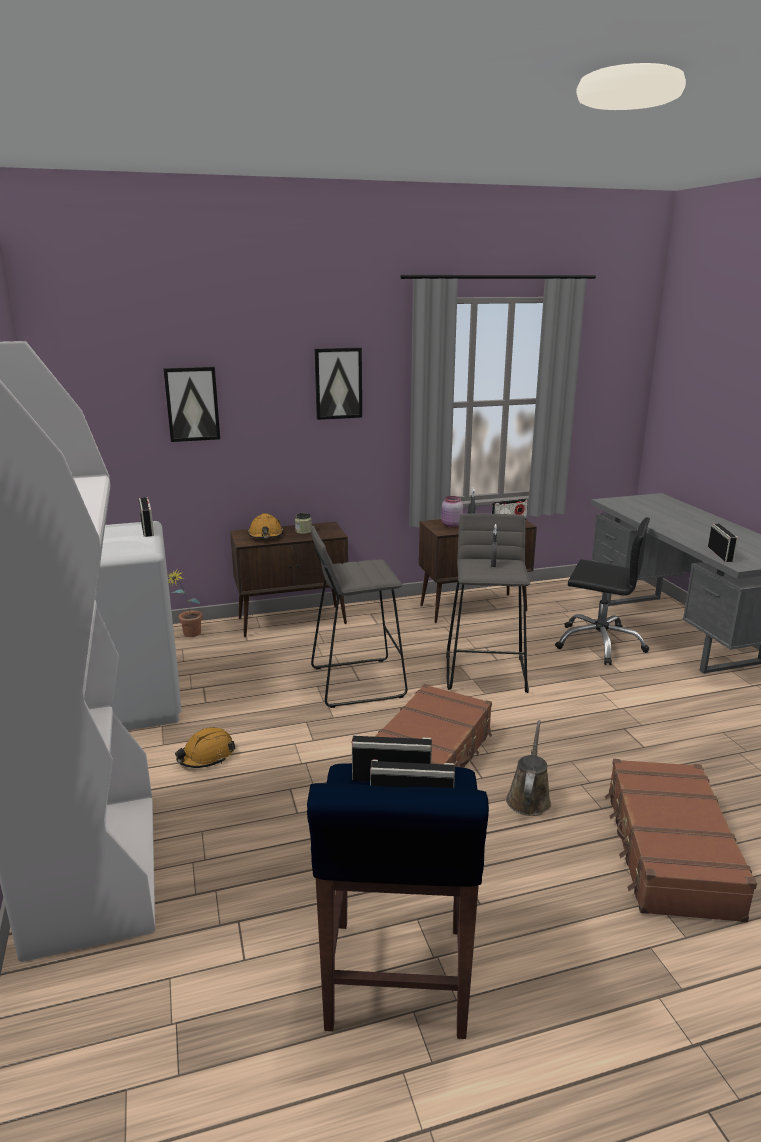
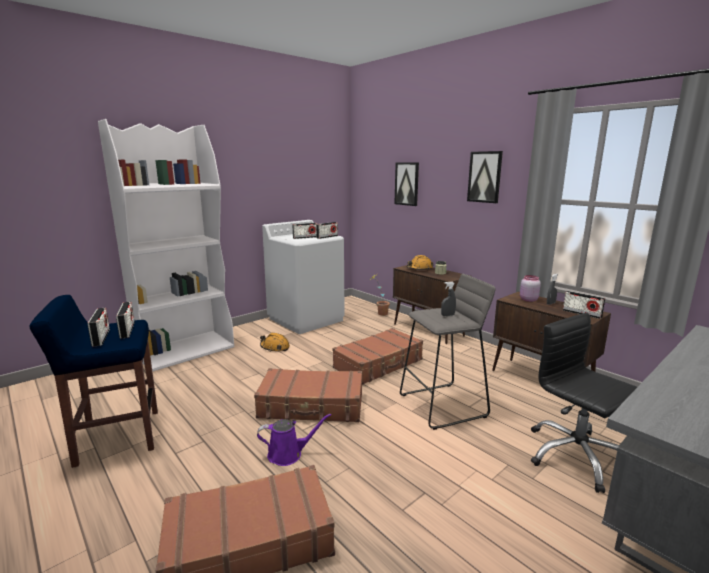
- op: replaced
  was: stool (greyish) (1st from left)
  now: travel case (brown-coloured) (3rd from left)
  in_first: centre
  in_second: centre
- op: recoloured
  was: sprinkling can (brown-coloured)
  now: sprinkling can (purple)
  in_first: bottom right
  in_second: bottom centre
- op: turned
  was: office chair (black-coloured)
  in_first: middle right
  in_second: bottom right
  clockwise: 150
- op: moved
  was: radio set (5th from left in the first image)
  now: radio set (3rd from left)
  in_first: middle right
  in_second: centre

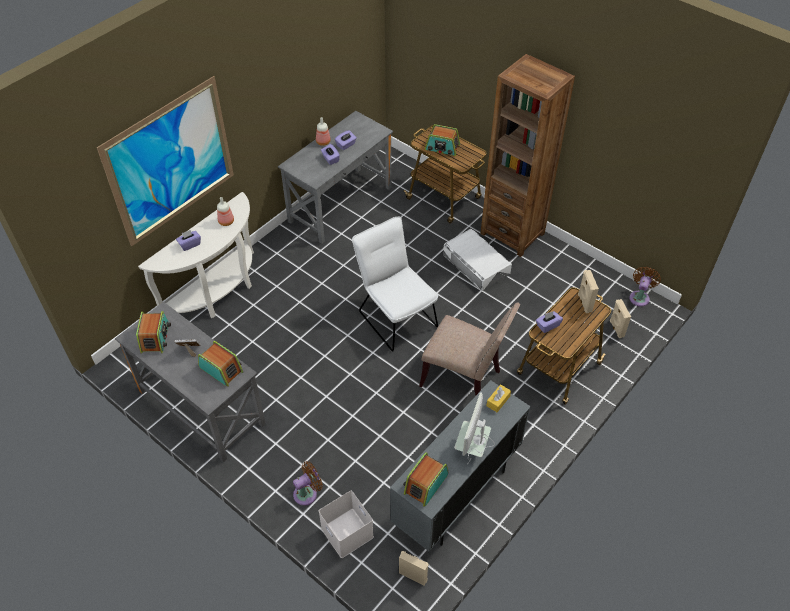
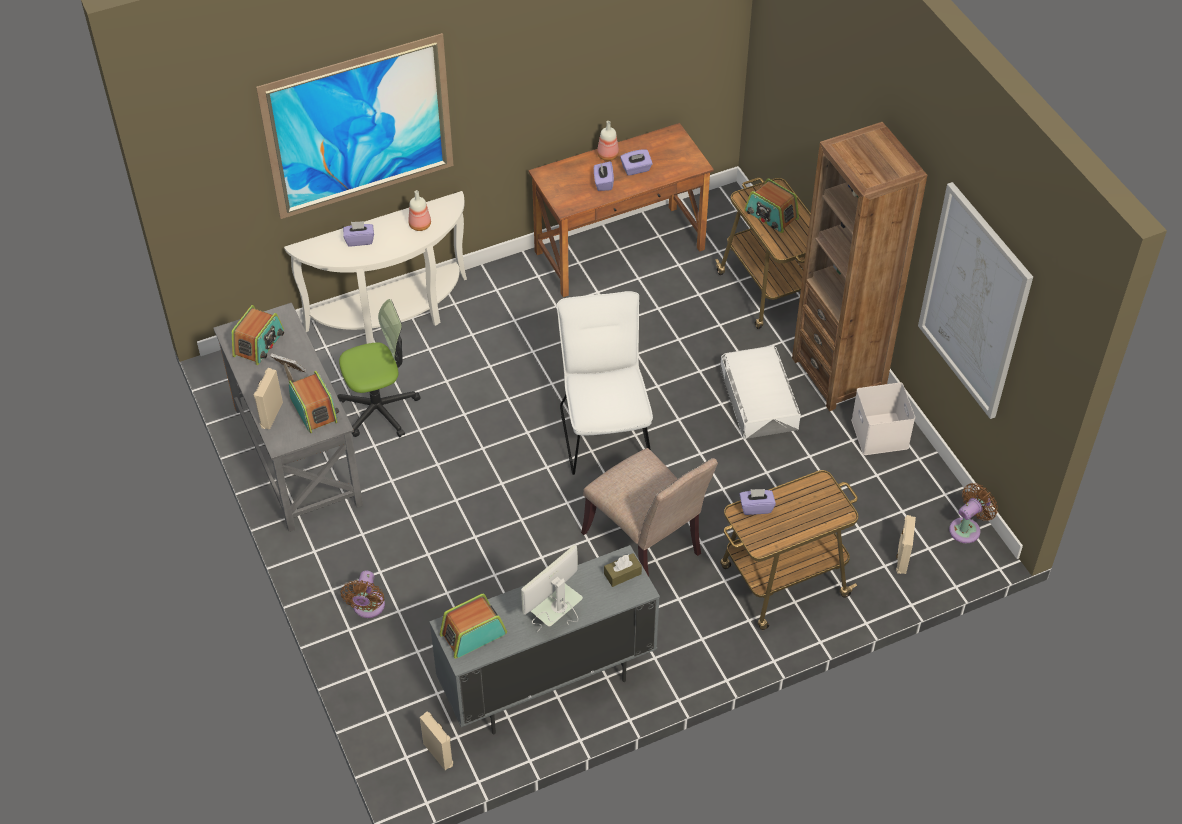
- op: recoloured
  was: desk (greyish) (2nd from left)
  now: desk (brown-coloured)
  in_first: top centre
  in_second: top centre
- op: turned
  was: fan (brown-coloured) (1st from left)
  in_first: bottom centre
  in_second: bottom left
  clockwise: 105
- op: moved
  was: storage container (white) (1st from left in the first image)
  now: storage container (white) (2nd from left)
  in_first: bottom centre
  in_second: middle right
- op: recoloured
  was: tissue holder (yellow)
  now: tissue holder (brown-coloured)
  in_first: centre
  in_second: bottom centre
- op: moved
  was: audio speaker (beige) (2nd from left in the first image)
  now: audio speaker (beige) (1st from left)
  in_first: middle right
  in_second: middle left
- op: added
  now: office chair
  in_second: middle left
- op: added
  now: picture (2nd from left)
  in_second: middle right

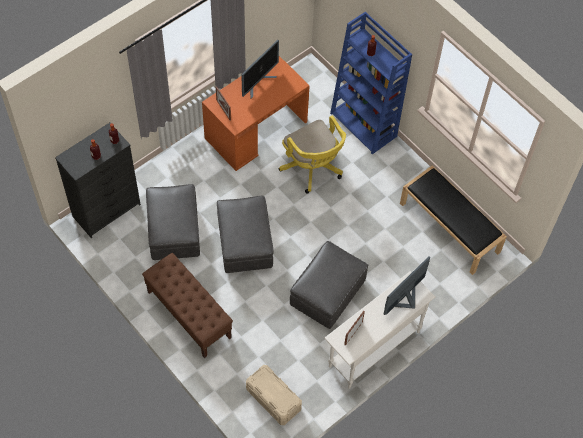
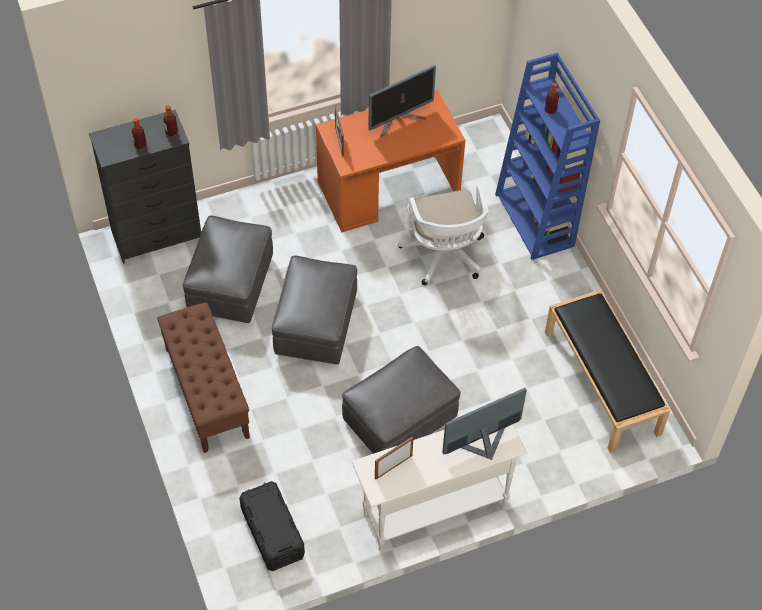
- op: recoloured
  was: storage container (beige)
  now: storage container (black-coloured)
  in_first: bottom centre
  in_second: bottom centre
- op: recoloured
  was: office chair (yellow)
  now: office chair (white)
  in_first: centre
  in_second: centre

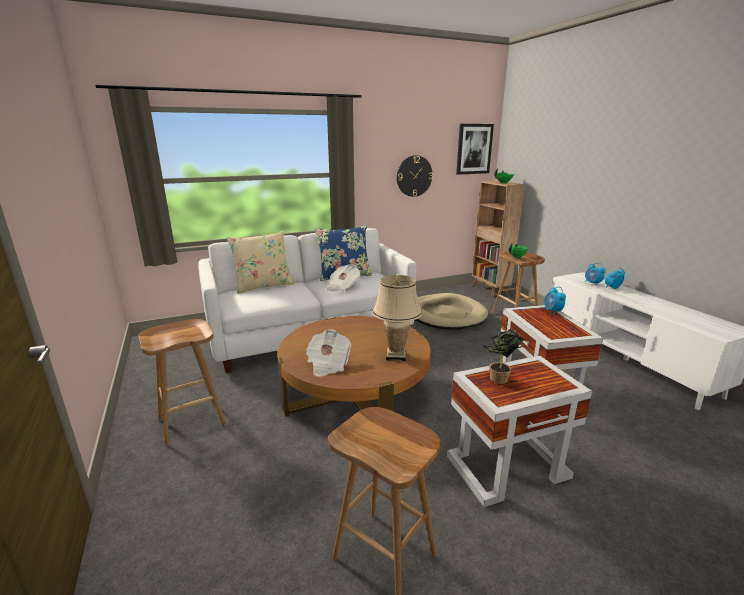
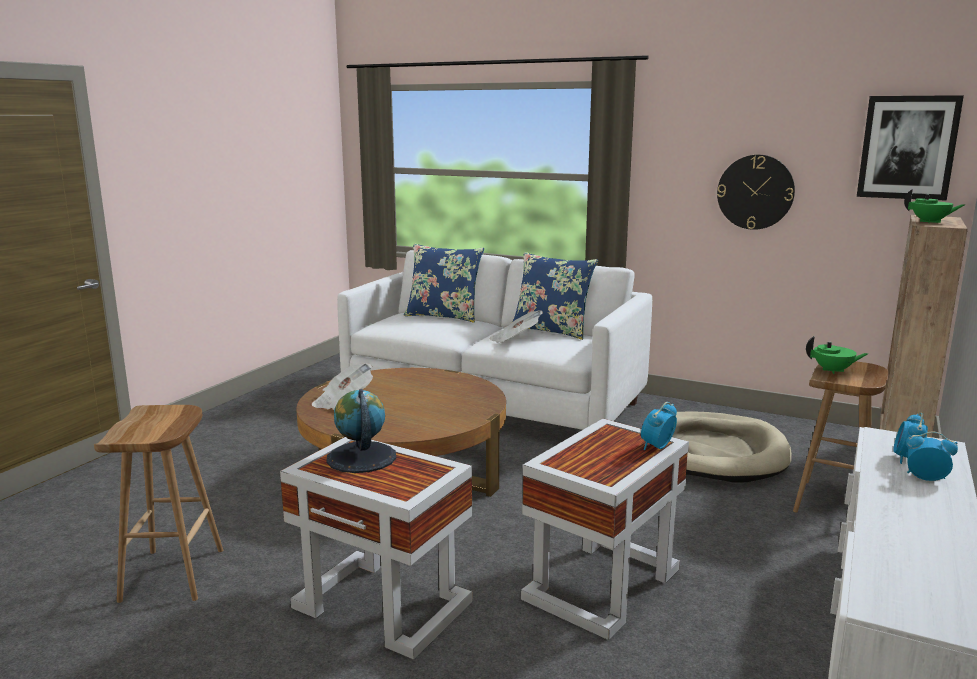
- op: removed
  was: stool (brown-coloured) (1st from left)
  in_first: middle left
- op: recoloured
  was: cushion (beige)
  now: cushion (blue-coloured) (1st from left)
  in_first: centre
  in_second: centre
- op: removed
  was: lamp for a table (beige)
  in_first: centre
- op: replaced
  was: potted plant
  now: world globe
  in_first: middle right
  in_second: centre

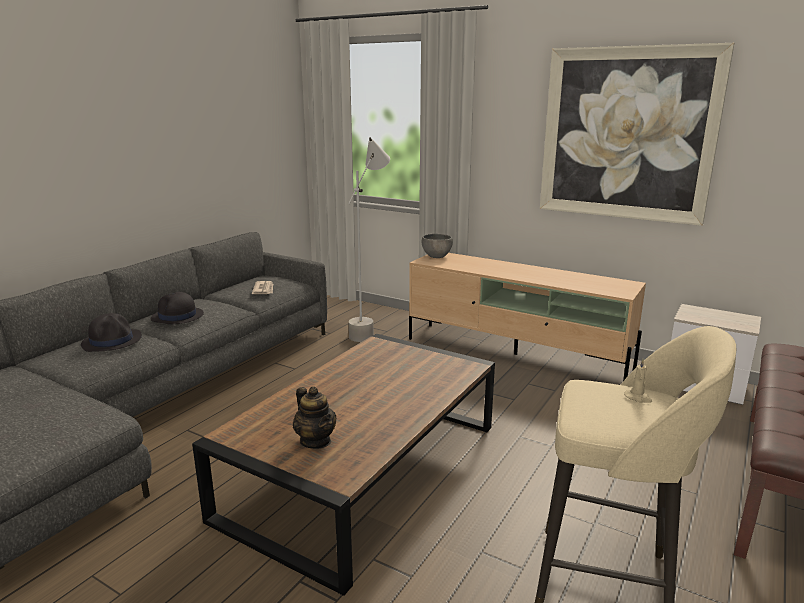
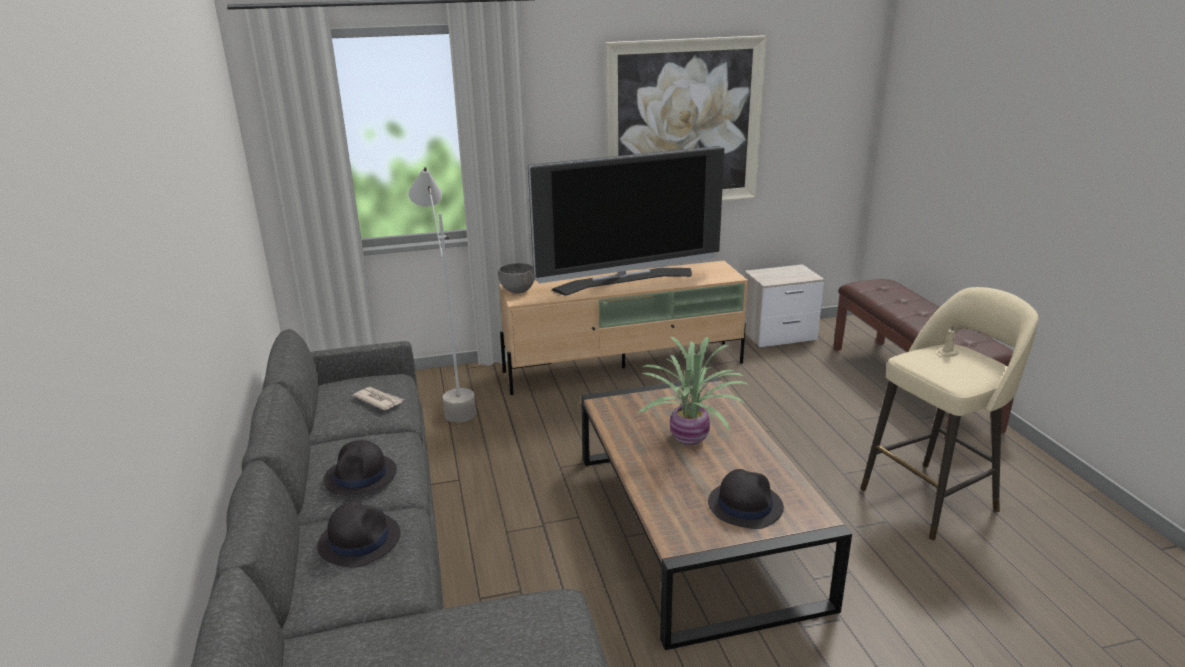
- op: replaced
  was: tea pot
  now: wearable hat (black-coloured) (3rd from left)
  in_first: bottom centre
  in_second: bottom centre
- op: added
  now: TV
  in_second: top centre
- op: added
  now: potted plant
  in_second: centre

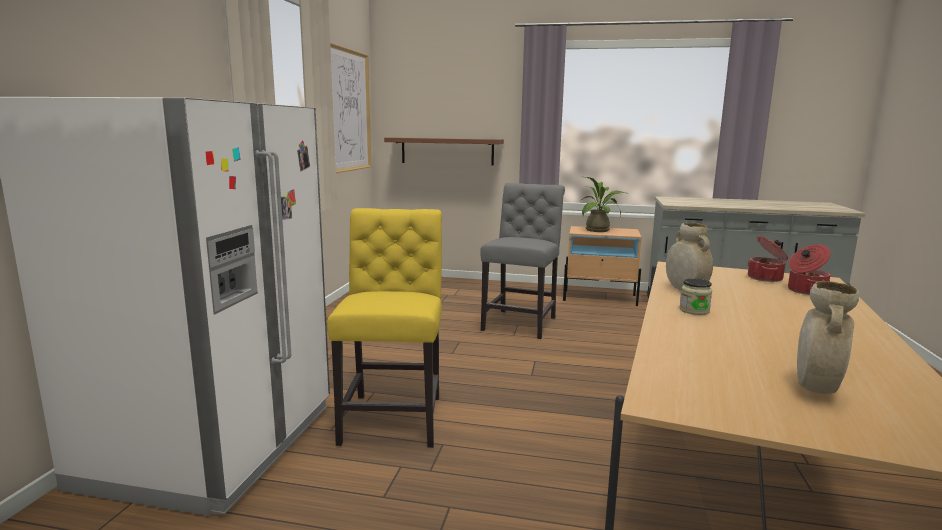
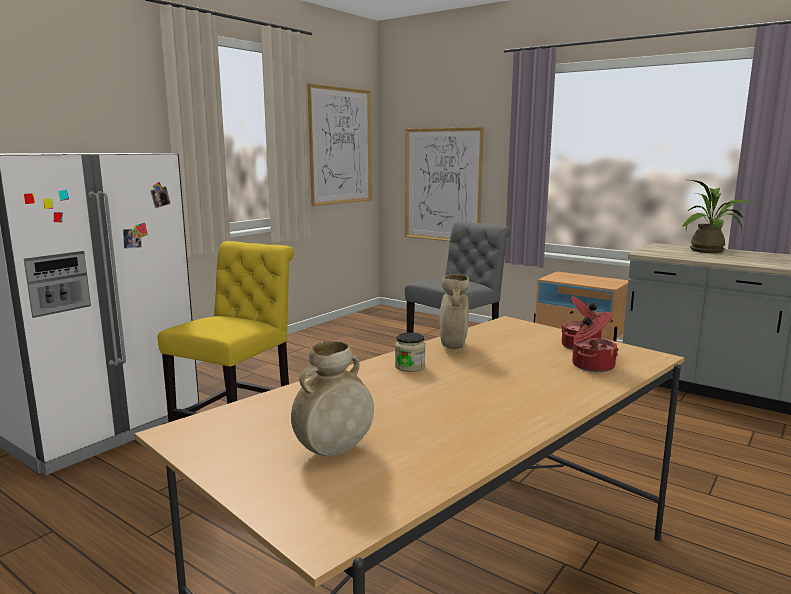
- op: replaced
  was: bracket shelf (brown-coloured)
  now: picture (2nd from left)
  in_first: top centre
  in_second: top centre
- op: moved
  was: potted plant
  in_first: centre
  in_second: middle right

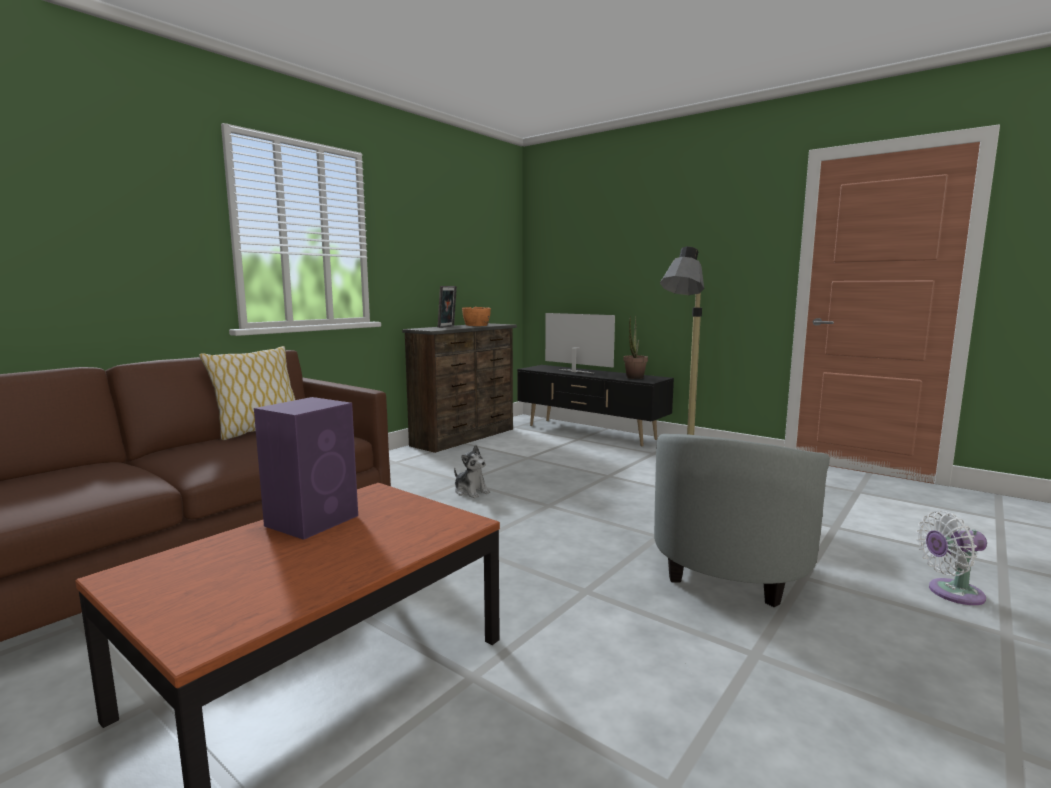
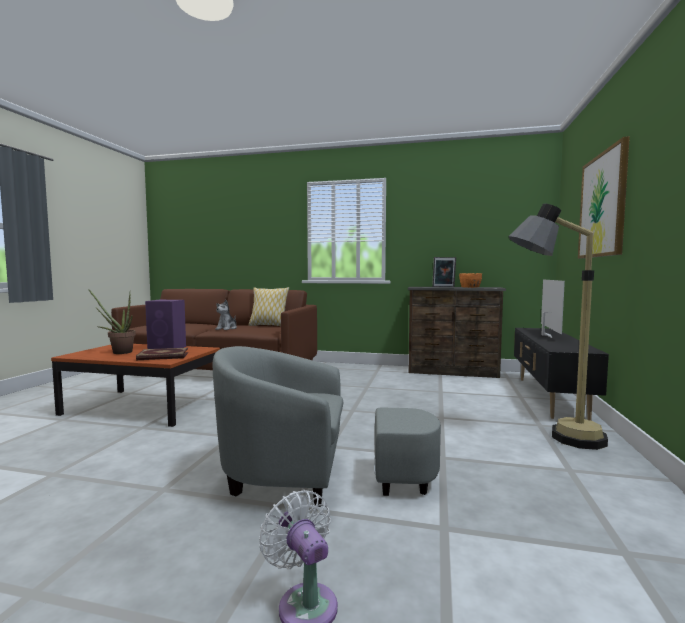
- op: moved
  was: soft toy
  in_first: centre
  in_second: middle left
- op: moved
  was: potted plant
  in_first: centre
  in_second: middle left
- op: added
  now: book
  in_second: middle left
- op: added
  now: picture
  in_second: top right

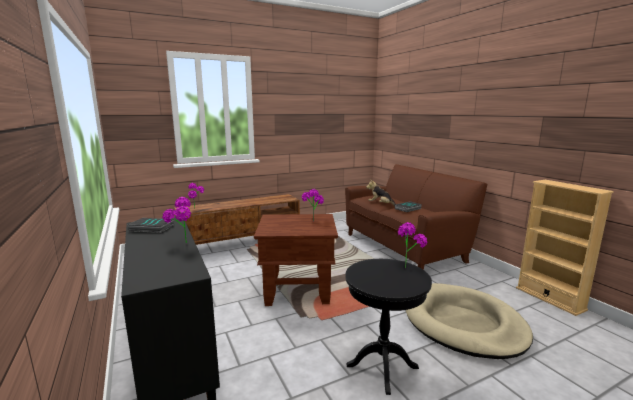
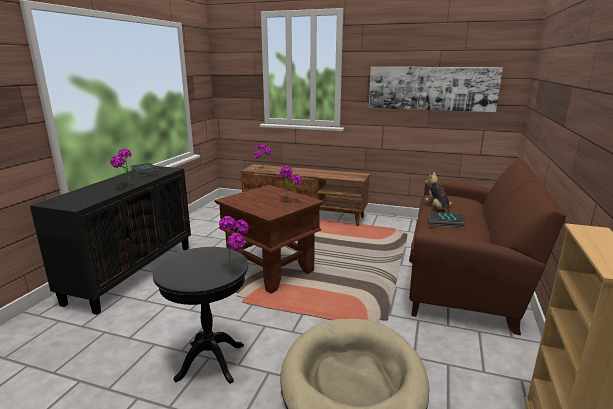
- op: added
  now: picture
  in_second: top right

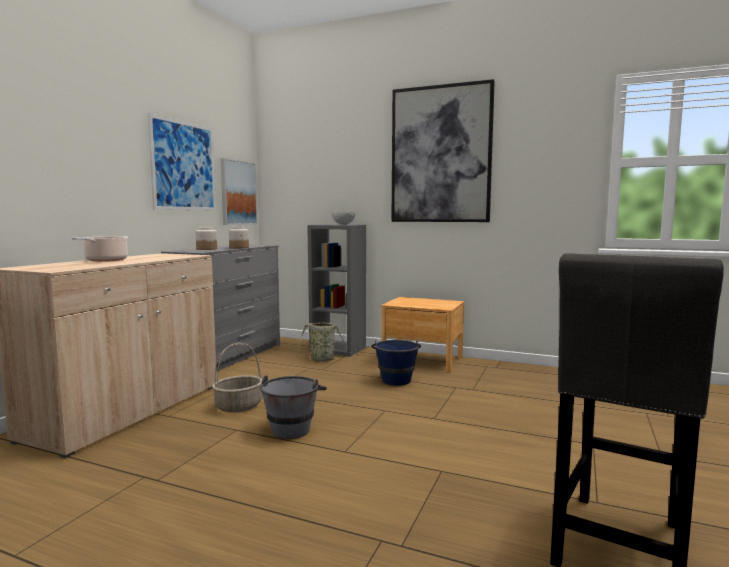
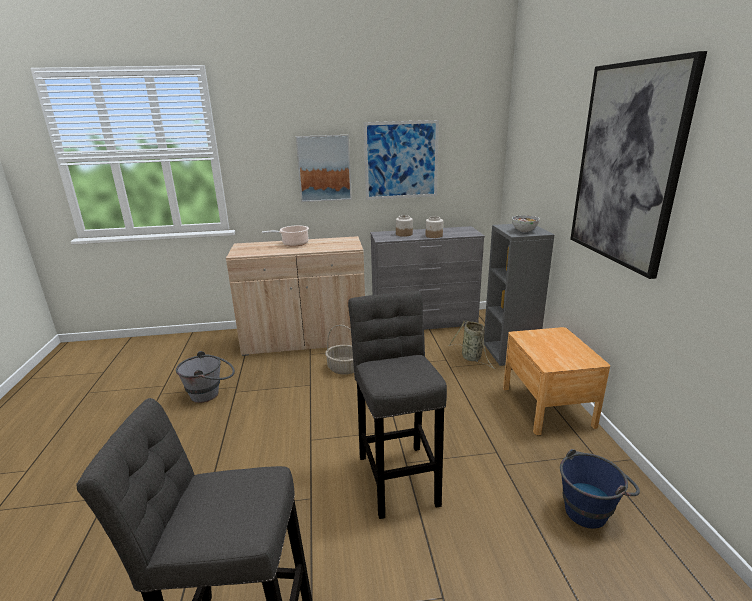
- op: moved
  was: picture (2nd from left in the first image)
  now: picture (1st from left)
  in_first: middle left
  in_second: top centre
- op: moved
  was: pail (greyish)
  in_first: bottom centre
  in_second: middle left
- op: moved
  was: pail (blue-coloured)
  in_first: centre
  in_second: bottom right
- op: added
  now: stool (greyish) (2nd from left)
  in_second: bottom centre

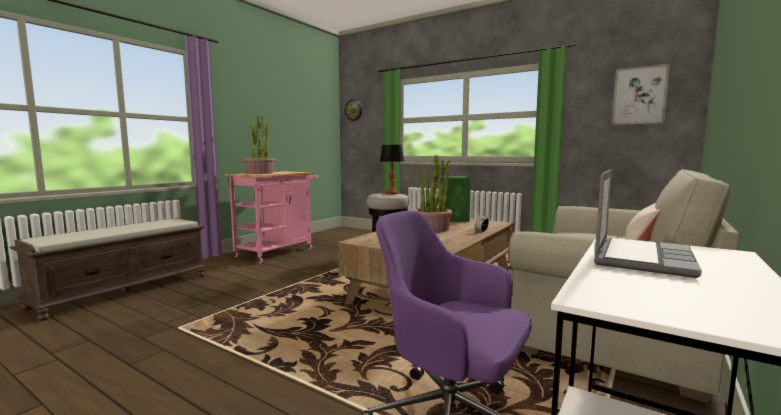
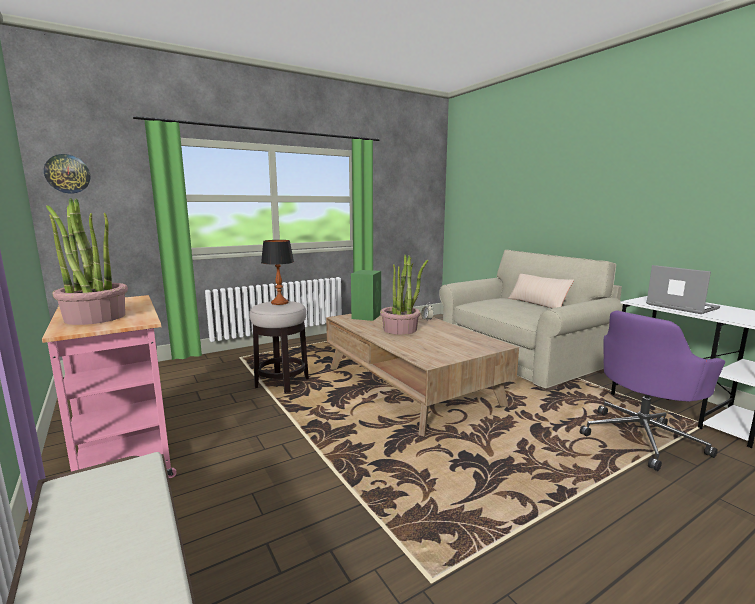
- op: removed
  was: picture
  in_first: top right

